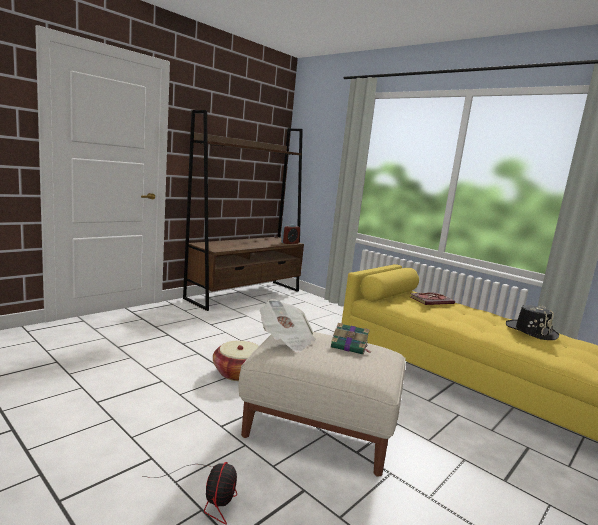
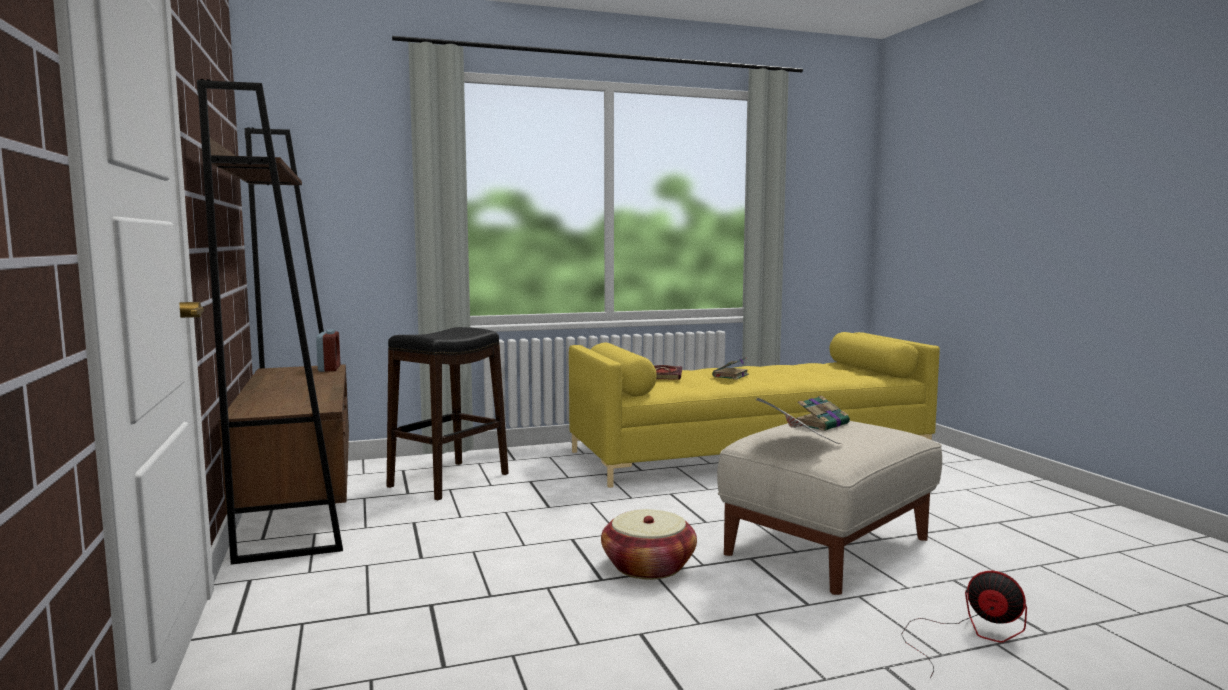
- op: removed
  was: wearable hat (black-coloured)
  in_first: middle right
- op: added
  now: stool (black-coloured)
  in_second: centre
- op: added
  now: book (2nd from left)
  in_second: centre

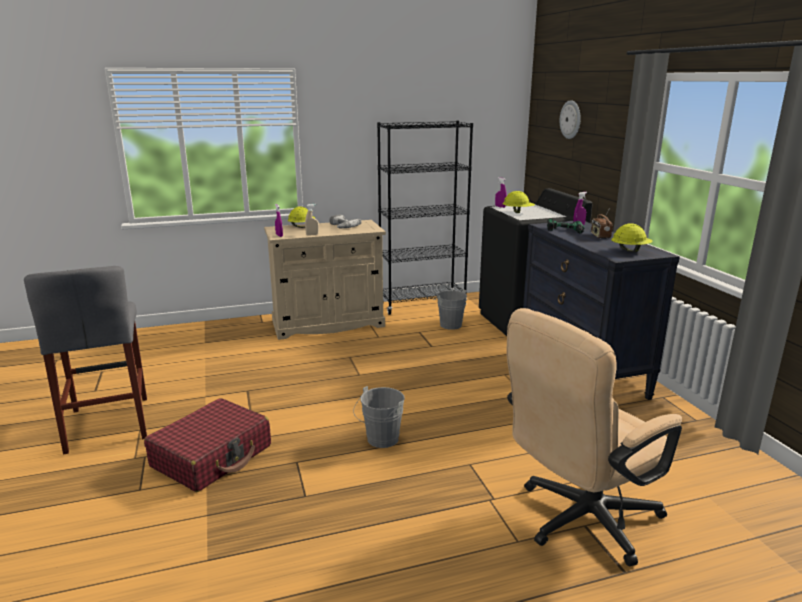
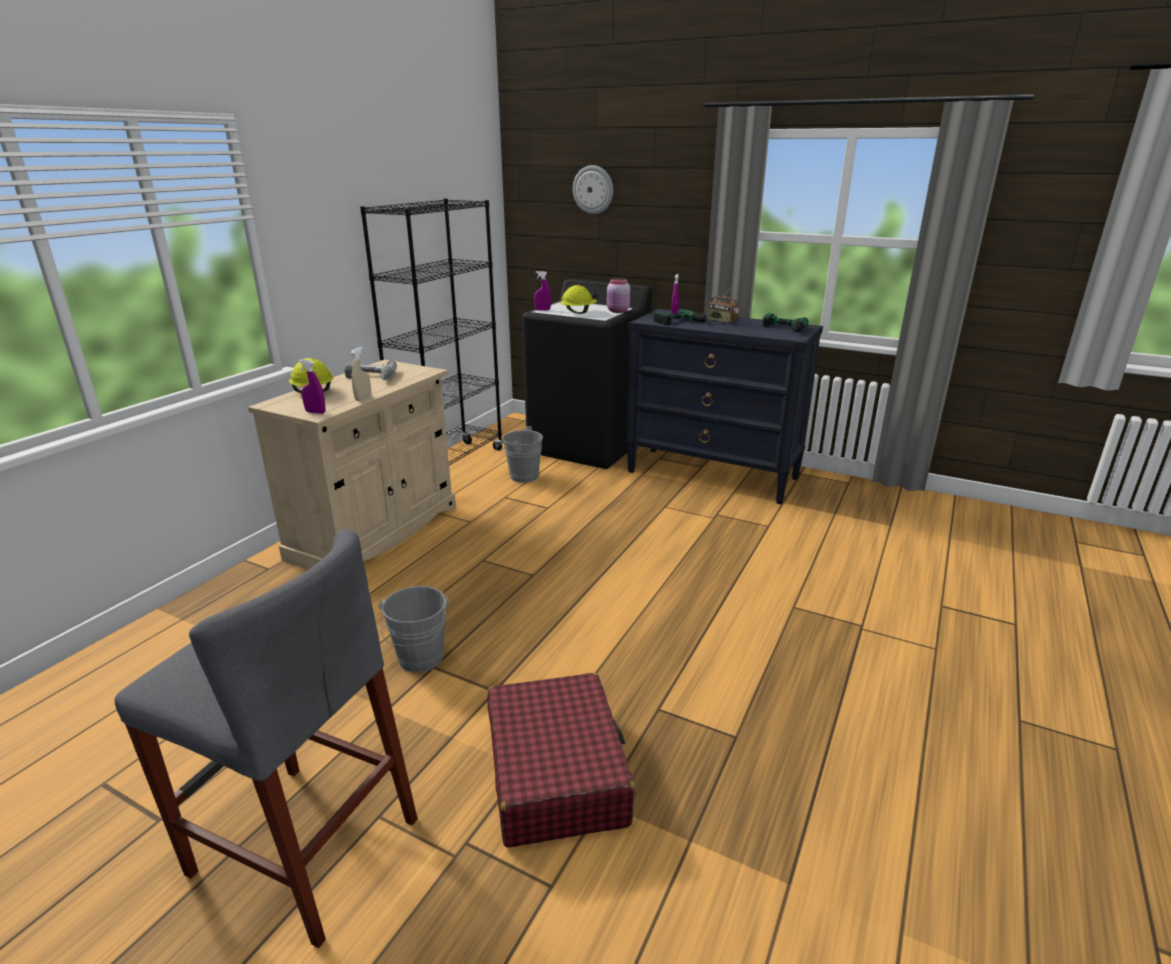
- op: moved
  was: pail (greyish) (1st from left)
  in_first: bottom centre
  in_second: centre
- op: removed
  was: office chair (beige)
  in_first: bottom right
- op: replaced
  was: hard hat (yellow) (3rd from left)
  now: power drill (3rd from left)
  in_first: middle right
  in_second: middle right
- op: added
  now: jar (pink)
  in_second: top centre

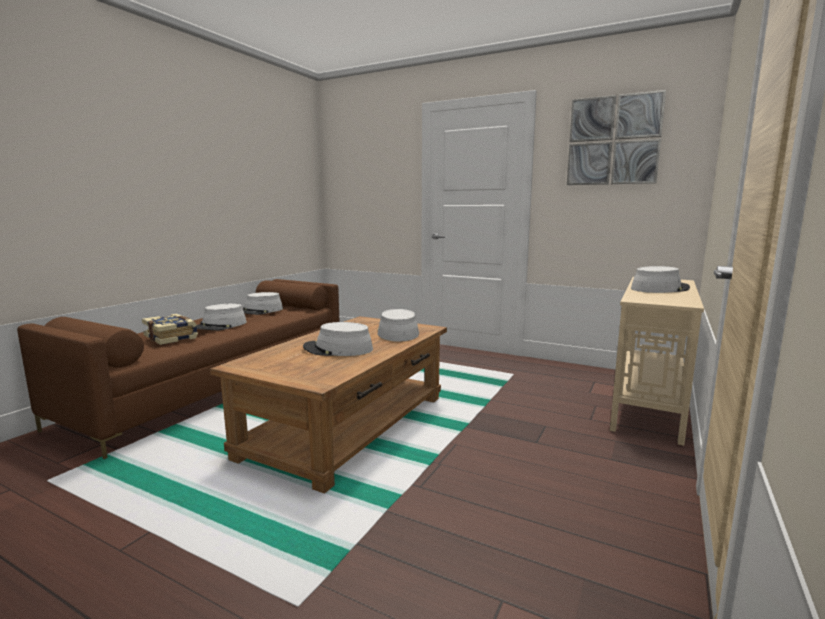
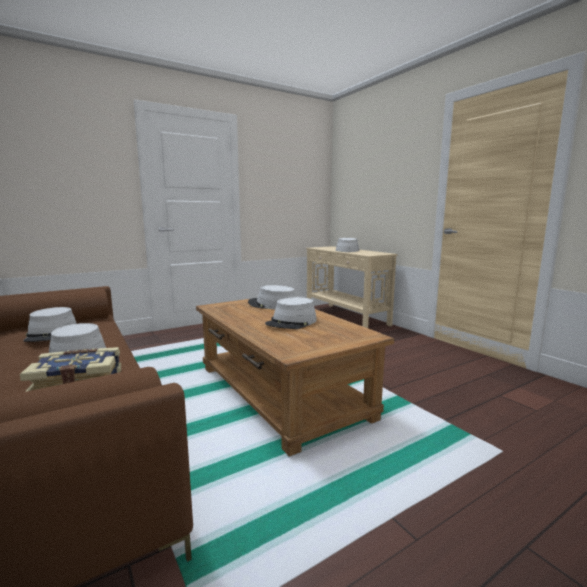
- op: removed
  was: picture
  in_first: top right

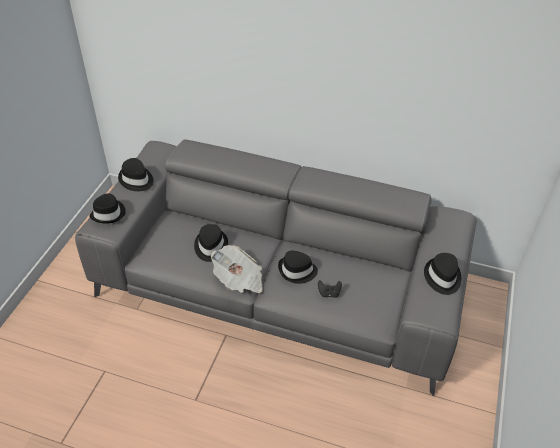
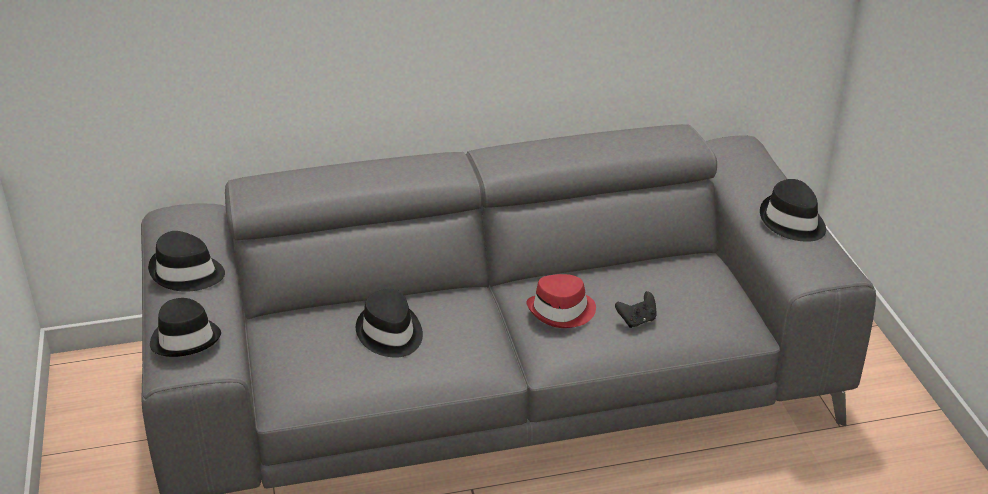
- op: removed
  was: newspaper
  in_first: centre
- op: recoloured
  was: wearable hat (black-coloured) (4th from left)
  now: wearable hat (red)
  in_first: centre
  in_second: centre

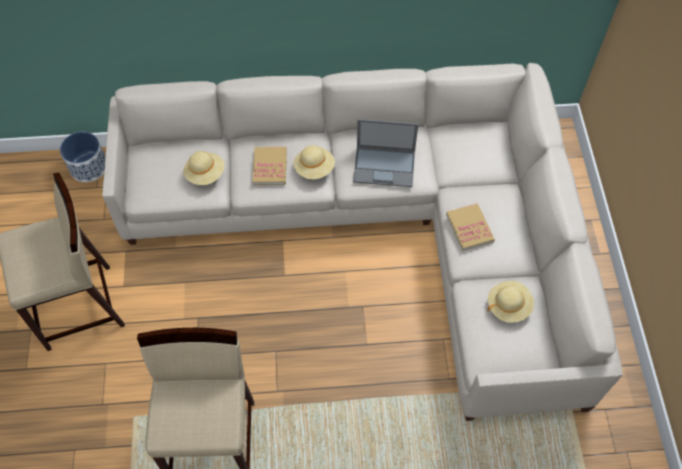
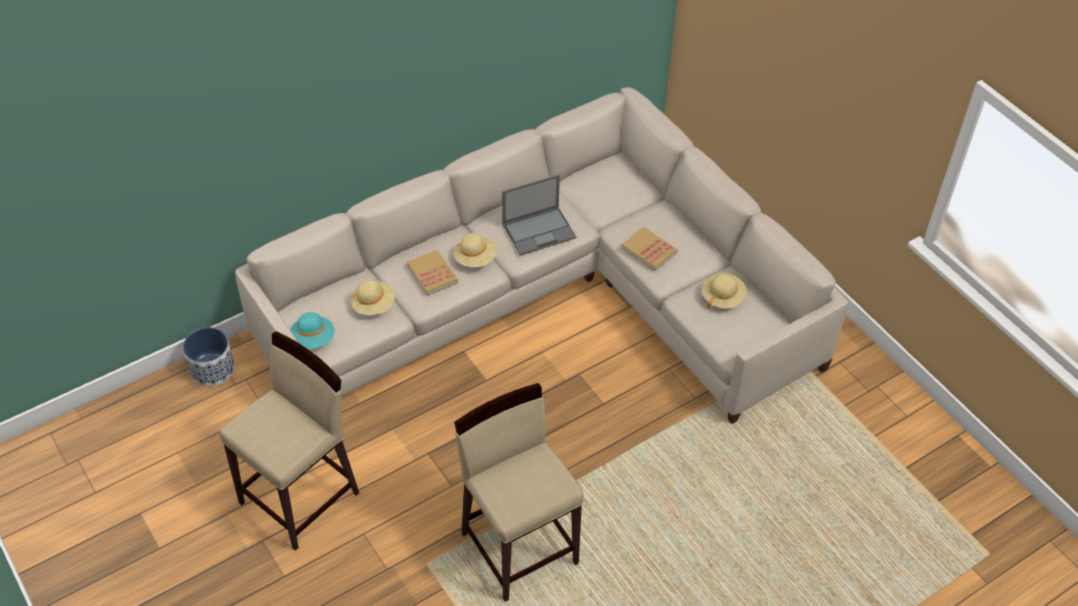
- op: added
  now: wearable hat (turquoise)
  in_second: middle left

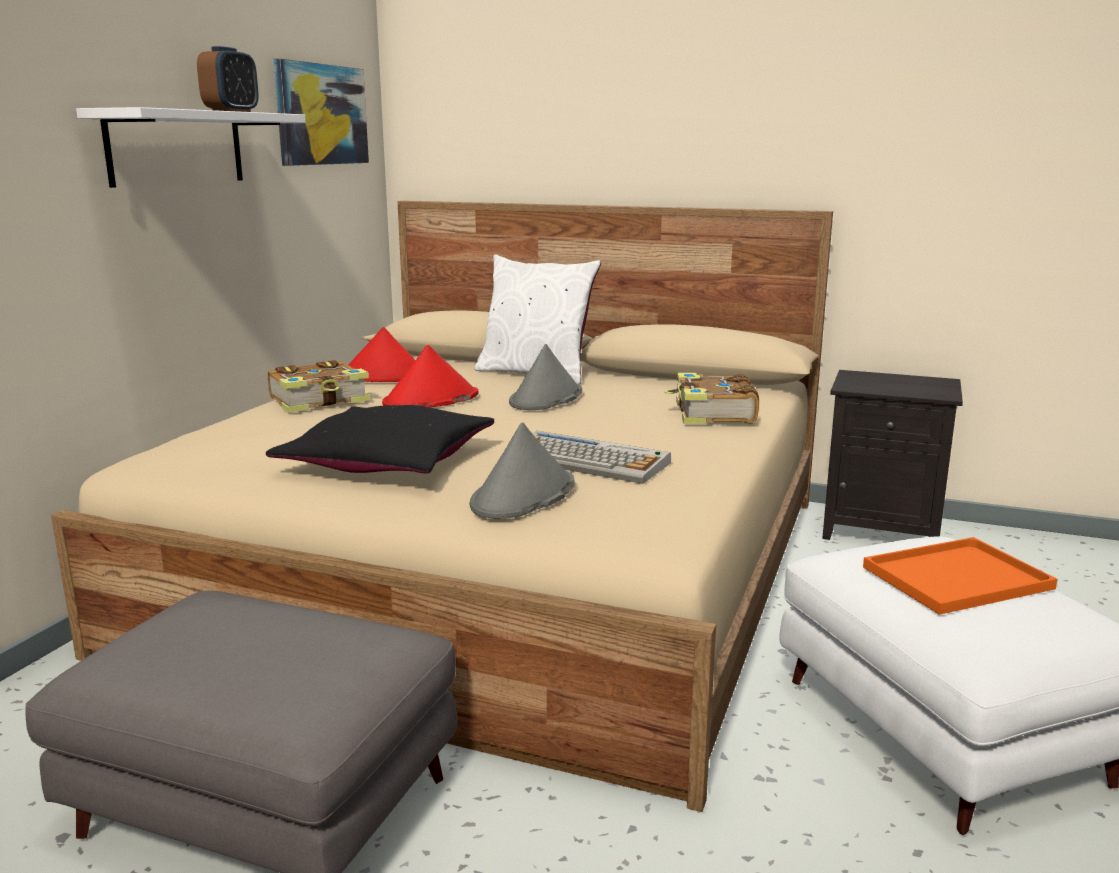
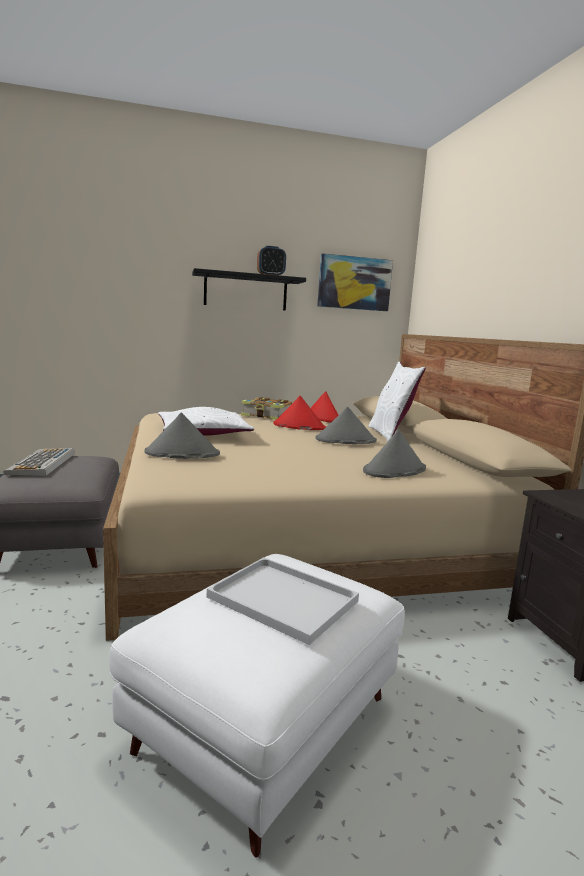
- op: recoloured
  was: bracket shelf (white)
  now: bracket shelf (black-coloured)
  in_first: top left
  in_second: top centre
- op: recoloured
  was: cushion (black-coloured)
  now: cushion (white) (1st from left)
  in_first: centre
  in_second: centre
- op: moved
  was: computer keyboard
  in_first: centre
  in_second: middle left
- op: replaced
  was: book (2nd from left)
  now: wearable hat (greyish) (3rd from left)
  in_first: centre
  in_second: middle right
- op: recoloured
  was: carrying tray (orange)
  now: carrying tray (white)
  in_first: middle right
  in_second: bottom centre

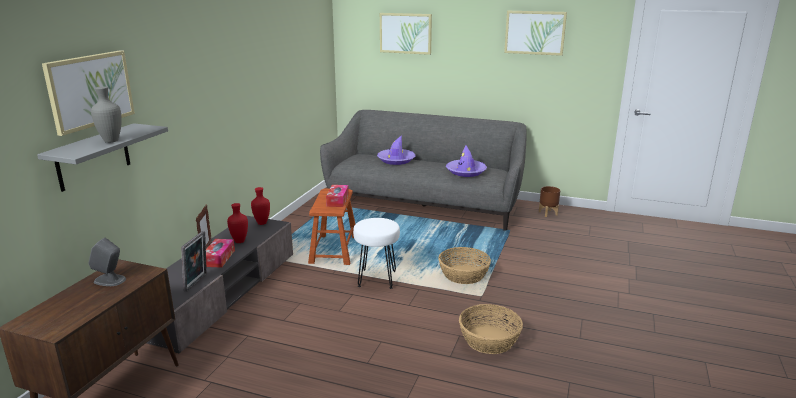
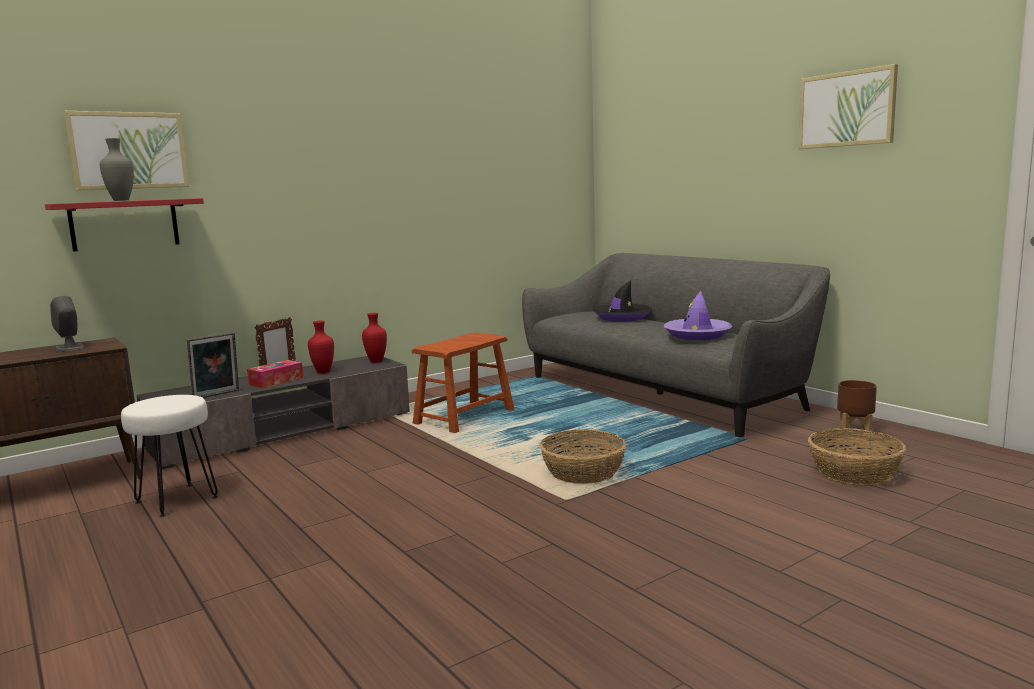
- op: recoloured
  was: bracket shelf (greyish)
  now: bracket shelf (red)
  in_first: middle left
  in_second: top left
- op: removed
  was: tissue holder (2nd from left)
  in_first: centre
- op: moved
  was: stool (white)
  in_first: centre
  in_second: middle left
- op: recoloured
  was: wearable hat (purple) (1st from left)
  now: wearable hat (black-coloured)
  in_first: centre
  in_second: centre
- op: removed
  was: picture (2nd from left)
  in_first: top centre
- op: moved
  was: storage basket (2nd from left)
  in_first: bottom centre
  in_second: middle right

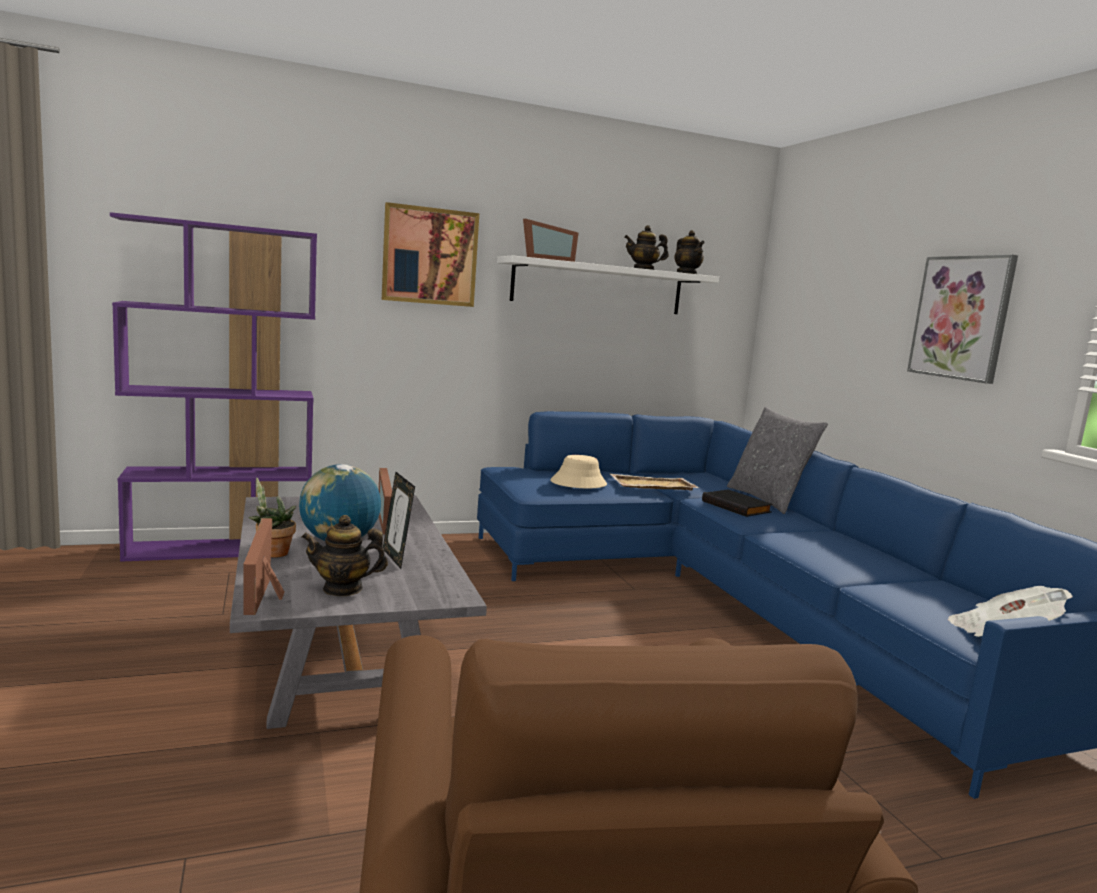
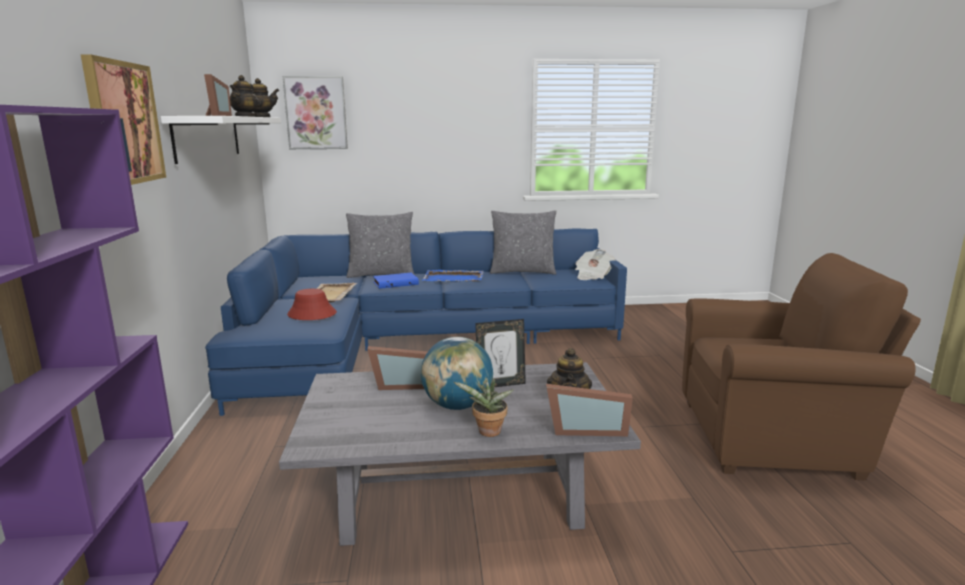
- op: recoloured
  was: wearable hat (beige)
  now: wearable hat (red)
  in_first: centre
  in_second: middle left
- op: recoloured
  was: book (black-coloured)
  now: book (blue-coloured)
  in_first: middle right
  in_second: centre
- op: moved
  was: picture (2nd from left)
  in_first: middle right
  in_second: top left
- op: added
  now: carrying tray (blue-coloured)
  in_second: centre
- op: added
  now: cushion (greyish) (2nd from left)
  in_second: centre

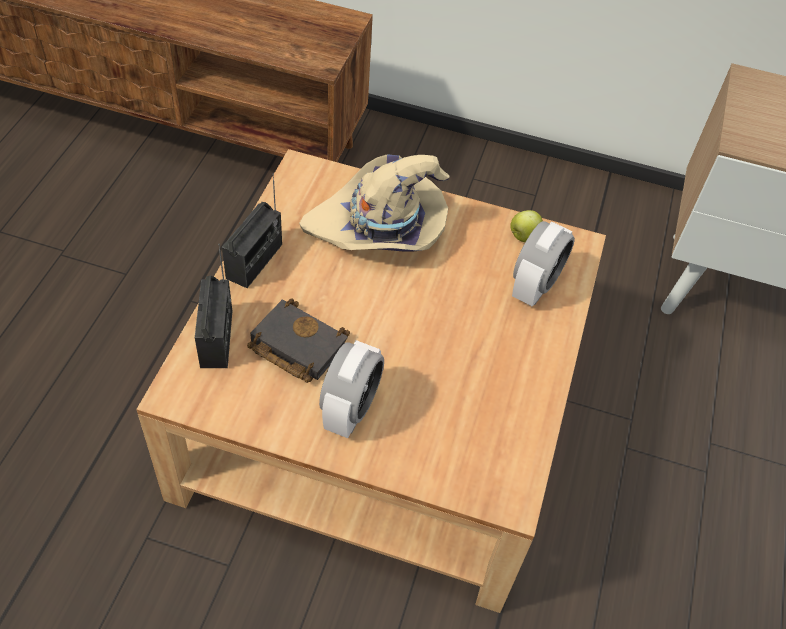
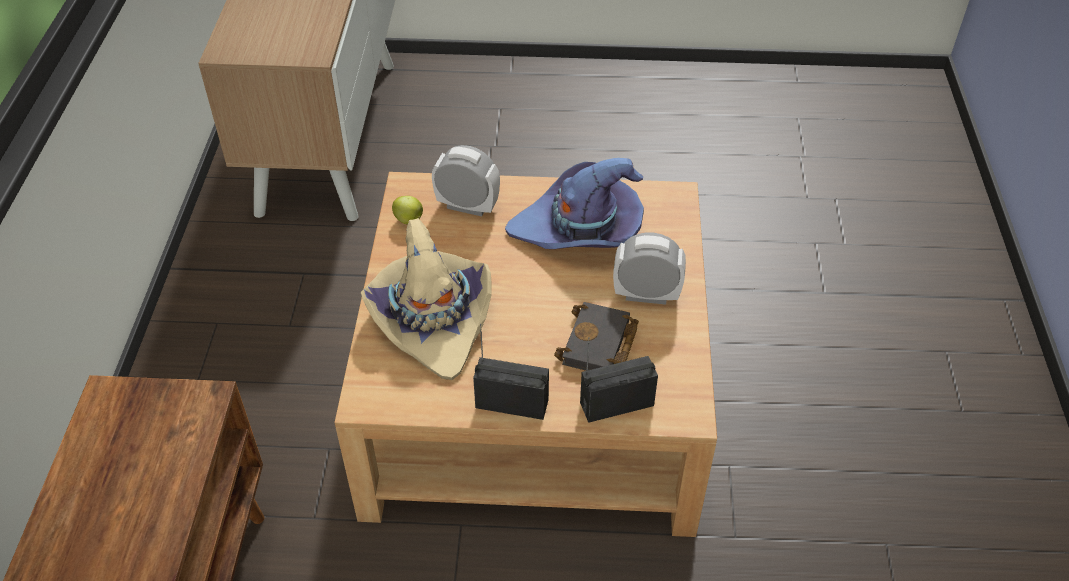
- op: added
  now: wearable hat (purple)
  in_second: centre

